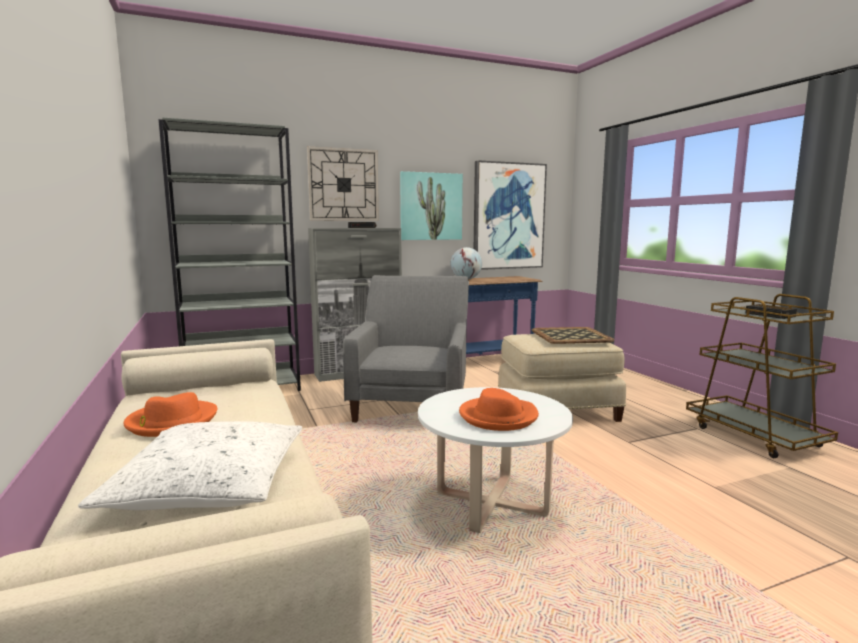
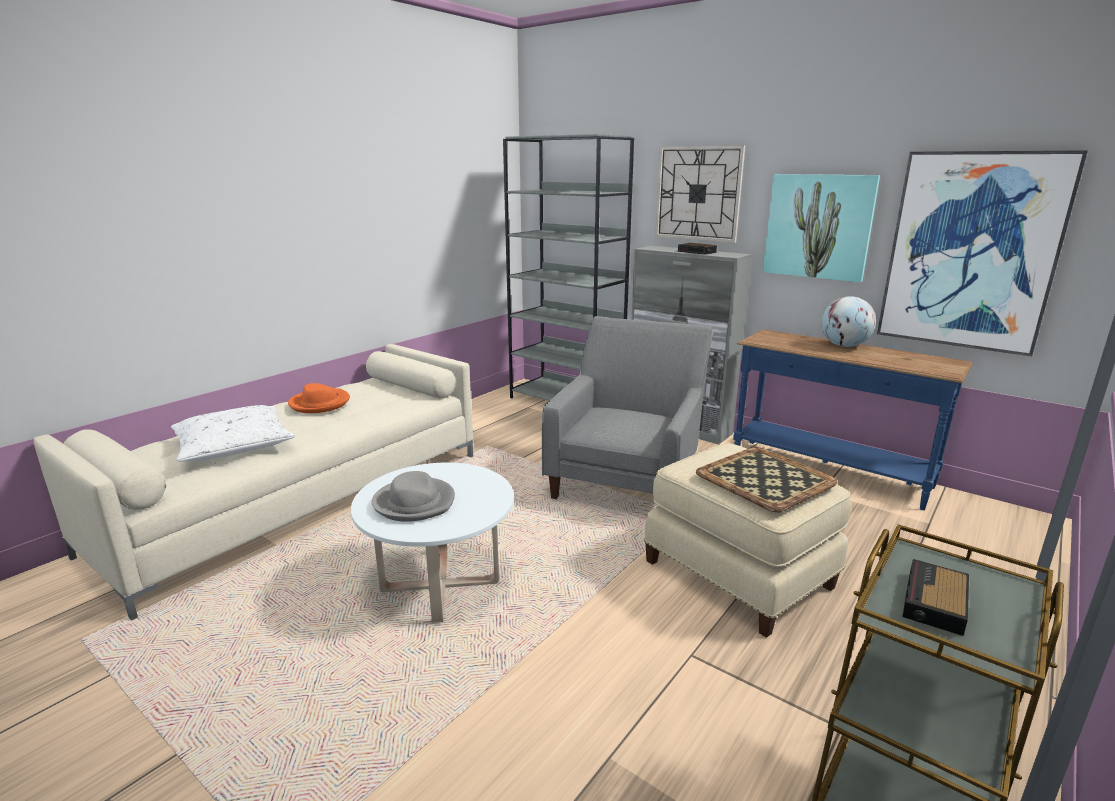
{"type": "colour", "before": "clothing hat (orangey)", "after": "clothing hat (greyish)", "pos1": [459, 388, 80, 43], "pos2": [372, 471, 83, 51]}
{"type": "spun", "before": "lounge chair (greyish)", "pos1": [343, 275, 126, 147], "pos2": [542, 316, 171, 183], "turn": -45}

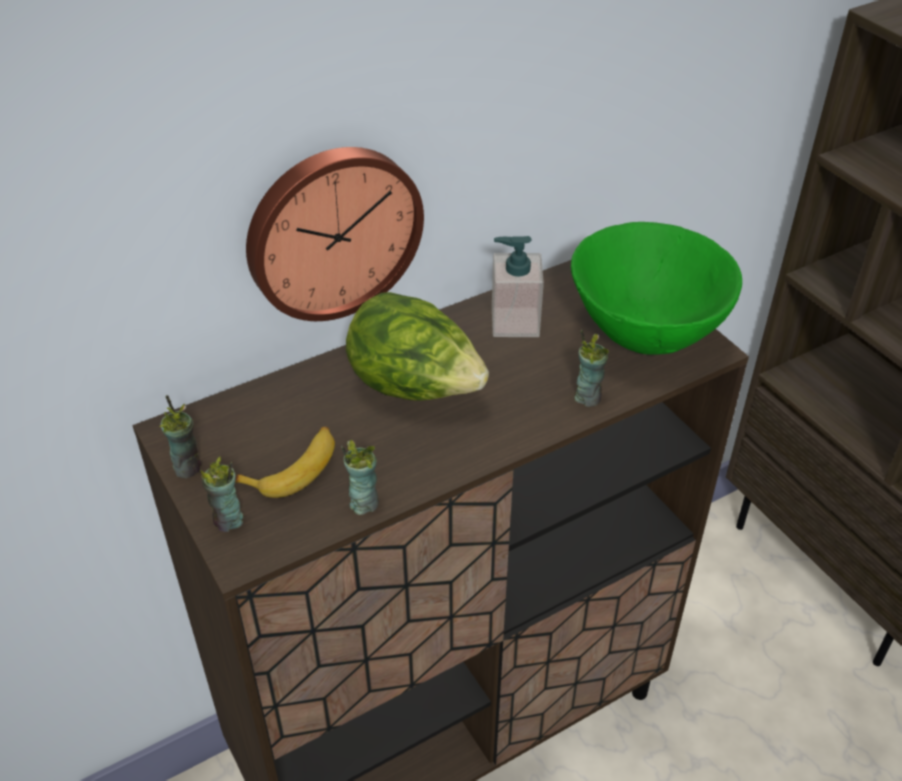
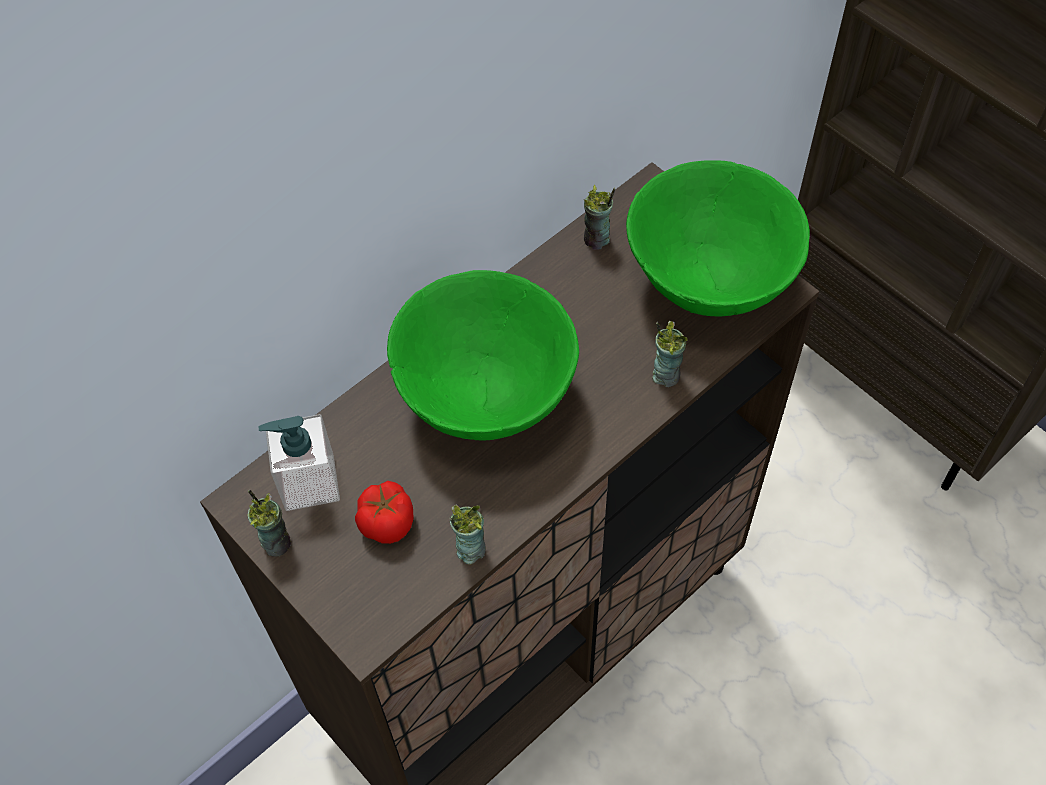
{"type": "missing", "before": "hanging clock", "pos1": [246, 147, 178, 174]}
{"type": "relocated", "before": "small cup", "pos1": [200, 457, 43, 75], "pos2": [584, 185, 31, 65]}
{"type": "relocated", "before": "liquid soap bottle", "pos1": [492, 236, 52, 101], "pos2": [258, 414, 82, 97]}
{"type": "exchanged", "before": "banana", "after": "fresh tomato", "pos1": [235, 427, 100, 71], "pos2": [355, 481, 58, 63]}
{"type": "exchanged", "before": "lettuce head", "after": "deep dish (green-coloured)", "pos1": [346, 292, 143, 109], "pos2": [387, 270, 192, 170]}

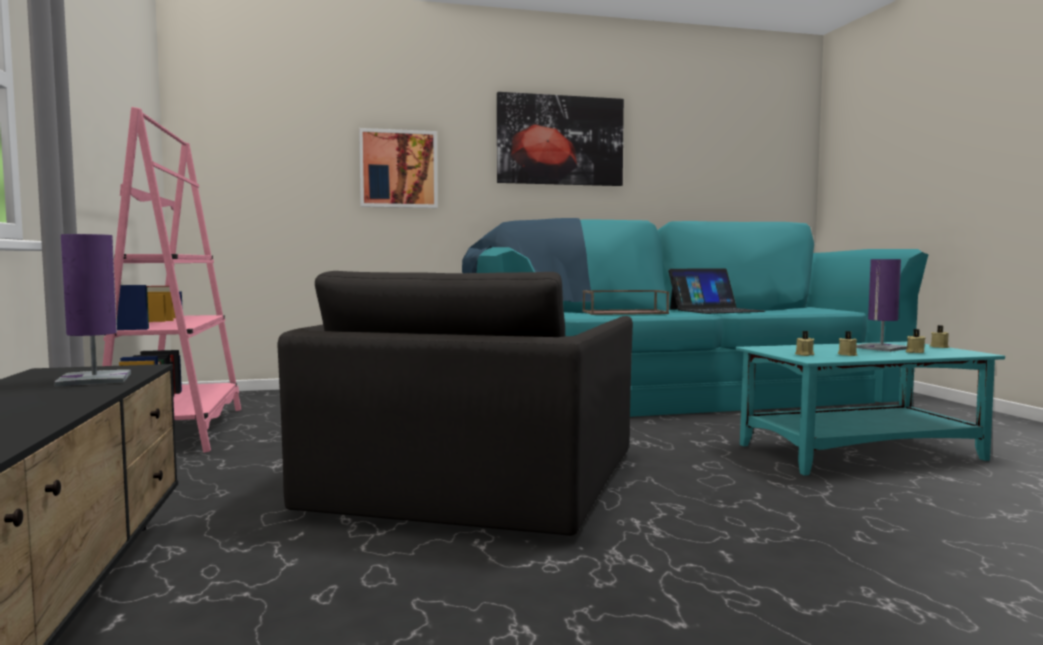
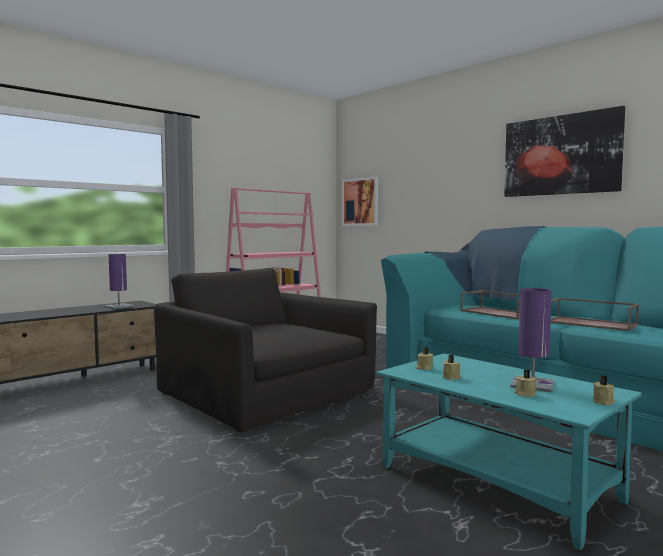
{"type": "relocated", "before": "picture", "pos1": [359, 128, 79, 80], "pos2": [342, 177, 36, 49]}
{"type": "exchanged", "before": "laptop", "after": "carrying tray (brown-coloured)", "pos1": [668, 268, 97, 46], "pos2": [550, 298, 89, 33]}
{"type": "spun", "before": "lounge chair (black)", "pos1": [277, 271, 356, 265], "pos2": [154, 268, 223, 164], "turn": 60}

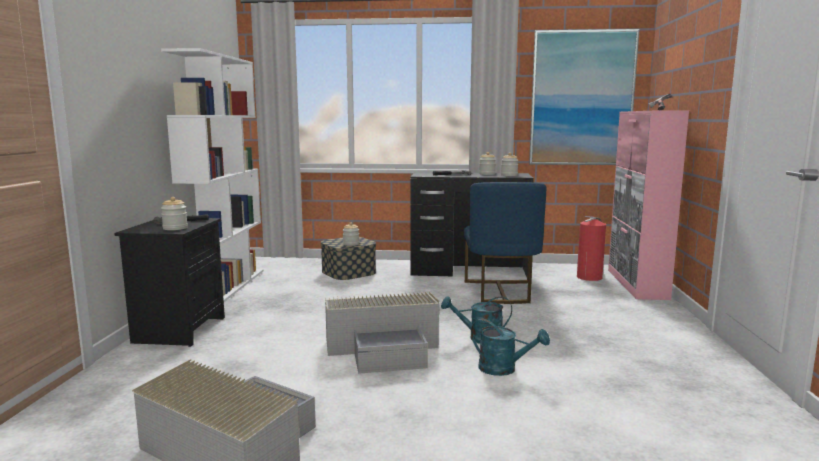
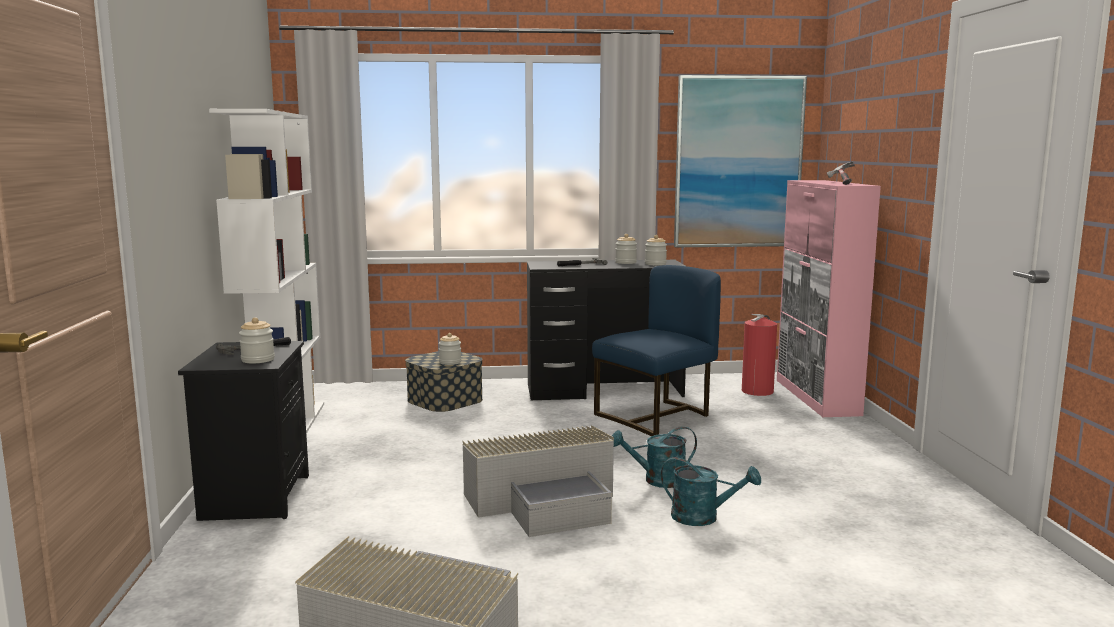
{"type": "spun", "before": "upright chair (blue-coloured)", "pos1": [464, 182, 83, 122], "pos2": [592, 265, 129, 171], "turn": -120}

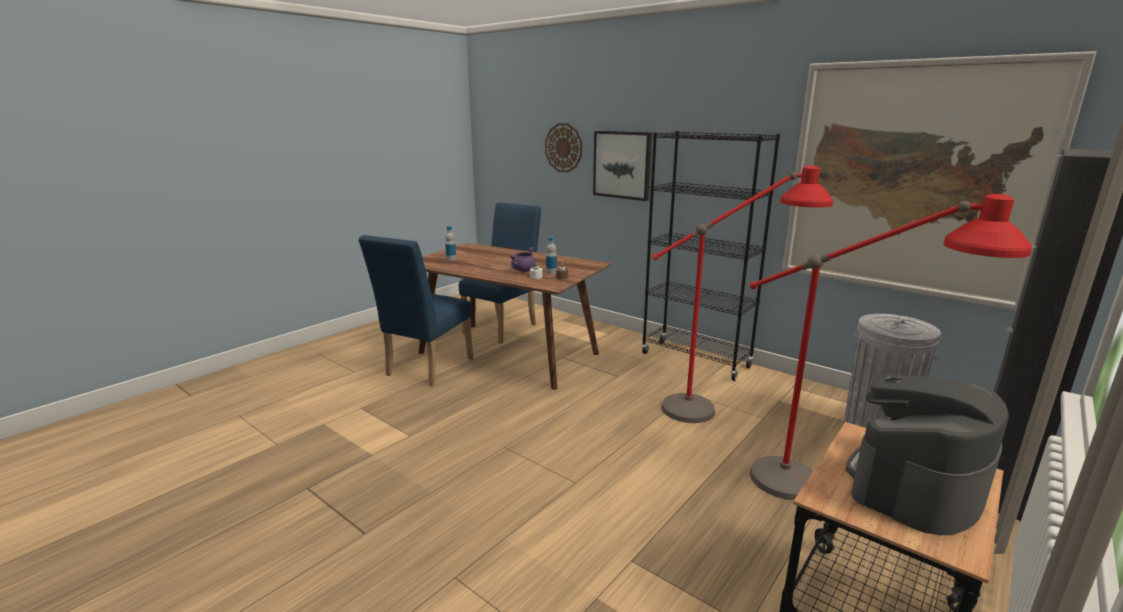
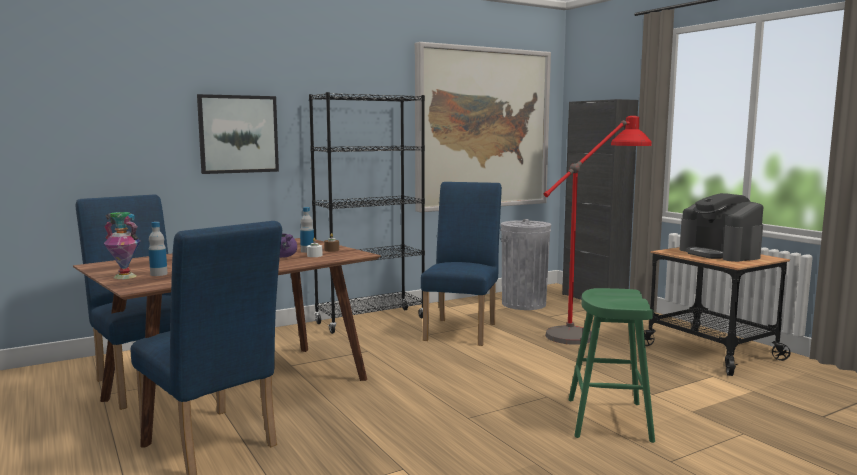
{"type": "missing", "before": "hanging clock", "pos1": [545, 123, 37, 50]}
{"type": "appeared", "after": "flower vase", "pos2": [104, 212, 37, 67]}
{"type": "appeared", "after": "stool (green-coloured)", "pos2": [568, 288, 87, 155]}
{"type": "exchanged", "before": "floor lamp (red-coloured)", "after": "upright chair (blue-coloured)", "pos1": [652, 166, 181, 257], "pos2": [421, 182, 81, 164]}

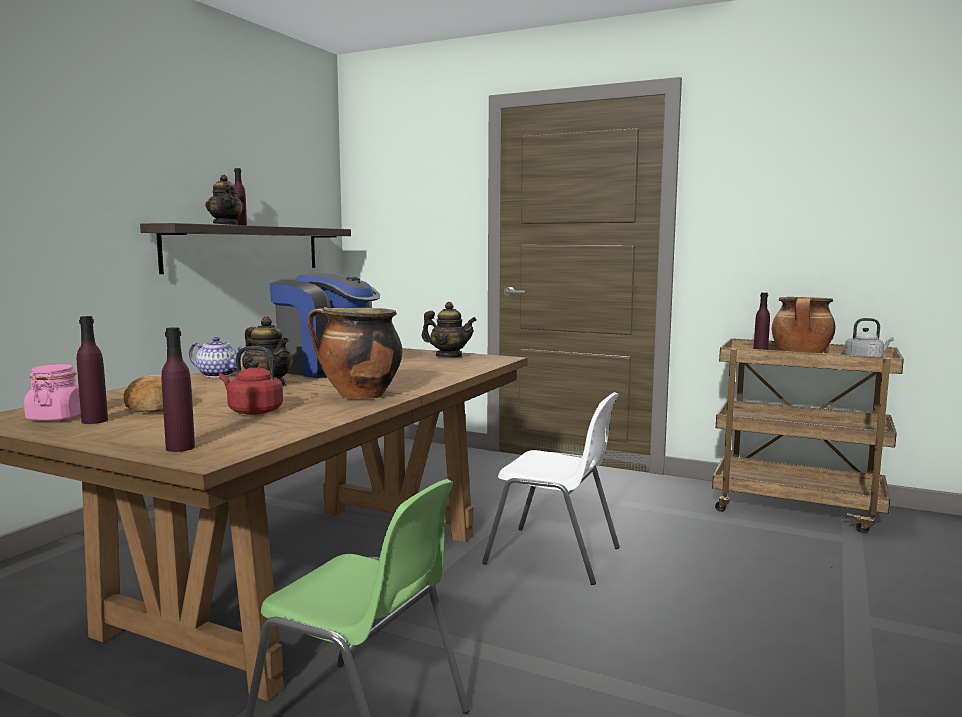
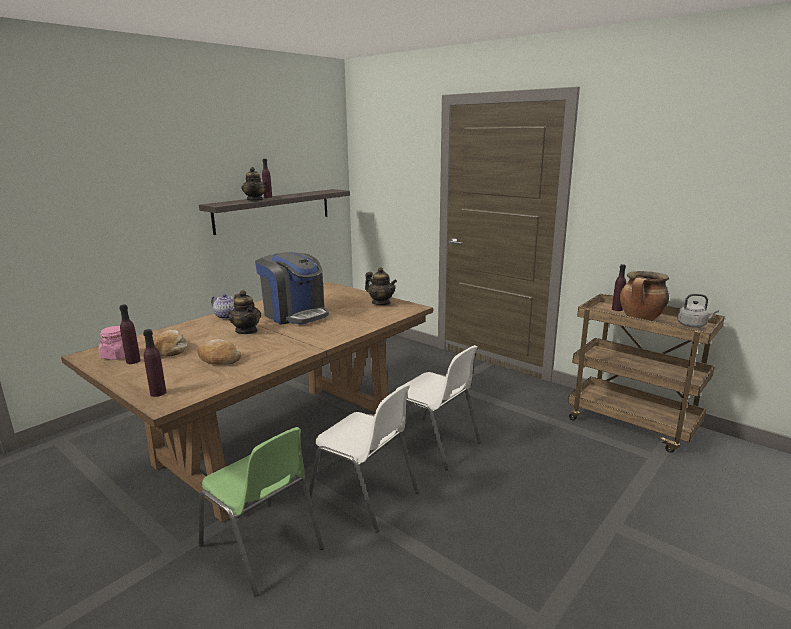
{"type": "missing", "before": "saucepot", "pos1": [307, 307, 95, 92]}
{"type": "appeared", "after": "upright chair (whitish)", "pos2": [309, 384, 110, 149]}
{"type": "exchanged", "before": "kettle (red-coloured)", "after": "bread", "pos1": [219, 346, 64, 69], "pos2": [198, 339, 43, 26]}

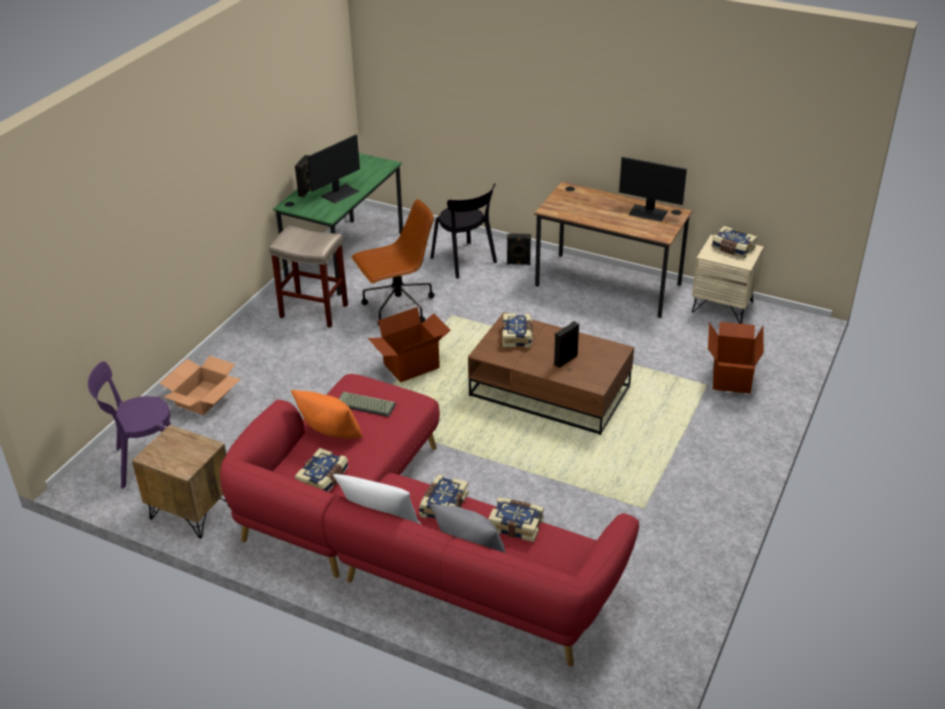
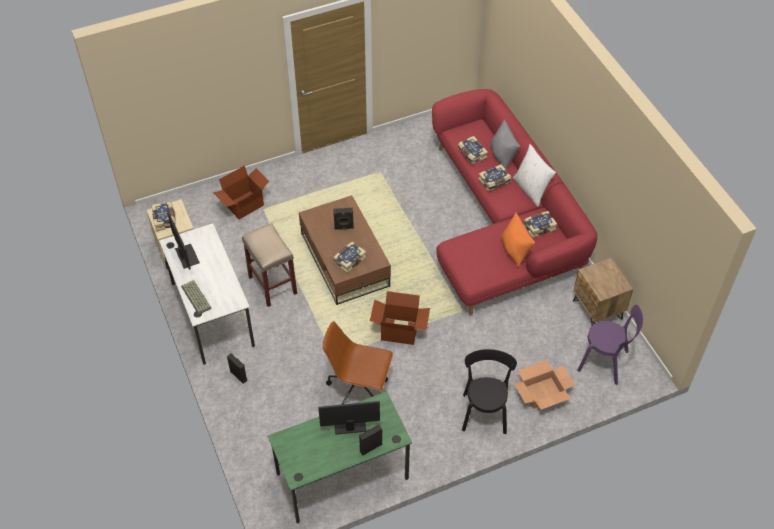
{"type": "relocated", "before": "stool (beige-coloured)", "pos1": [269, 225, 79, 103], "pos2": [242, 224, 55, 83]}
{"type": "relocated", "before": "computer keyboard", "pos1": [339, 392, 57, 25], "pos2": [181, 280, 30, 35]}
{"type": "relocated", "before": "upright chair (black)", "pos1": [431, 183, 66, 96], "pos2": [462, 349, 55, 85]}
{"type": "colour", "before": "desk table (brown-coloured)", "after": "desk table (whitish)", "pos1": [534, 182, 159, 136], "pos2": [159, 223, 96, 142]}

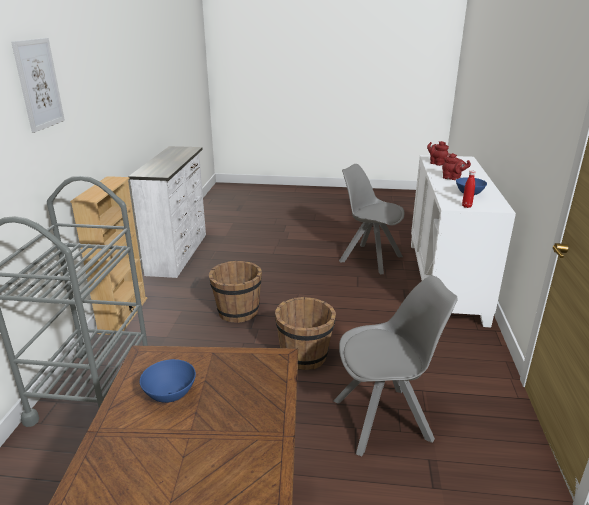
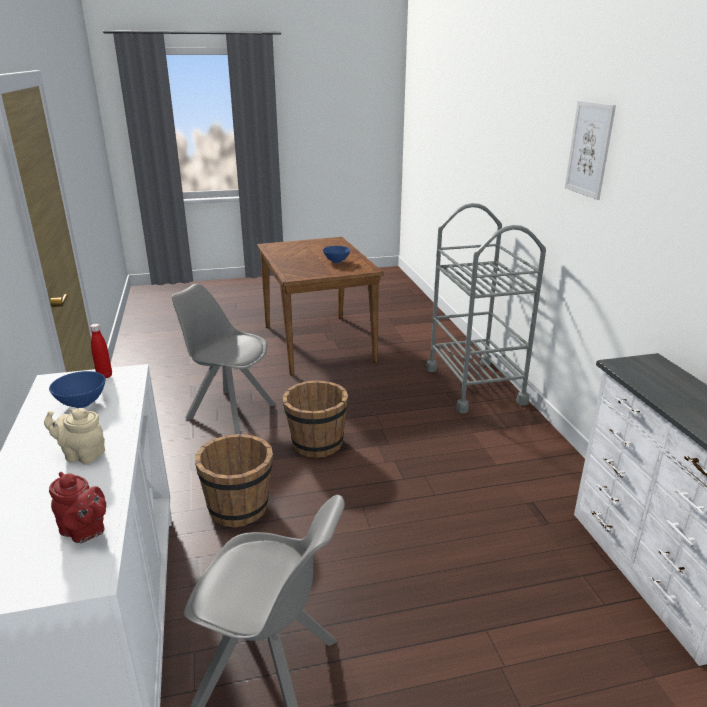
{"type": "missing", "before": "bookshelf (beige-coloured)", "pos1": [70, 176, 77, 159]}
{"type": "relocated", "before": "pail (brown-coloured)", "pos1": [209, 261, 53, 62], "pos2": [195, 434, 78, 94]}
{"type": "colour", "before": "pot for tea (red-coloured)", "after": "pot for tea (beige-coloured)", "pos1": [442, 153, 29, 27], "pos2": [44, 408, 61, 56]}
{"type": "spun", "before": "upright chair (greyish)", "pos1": [333, 276, 125, 180], "pos2": [172, 284, 104, 150], "turn": 60}

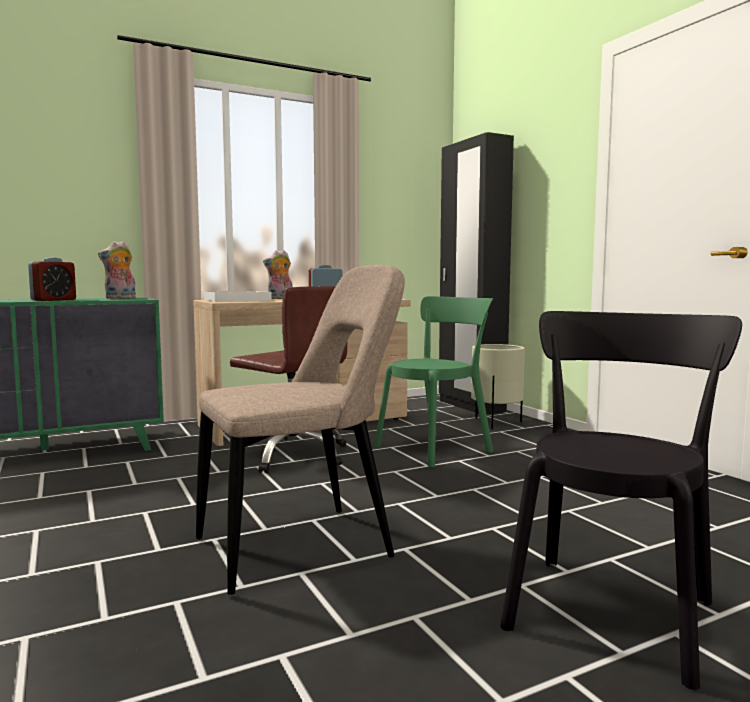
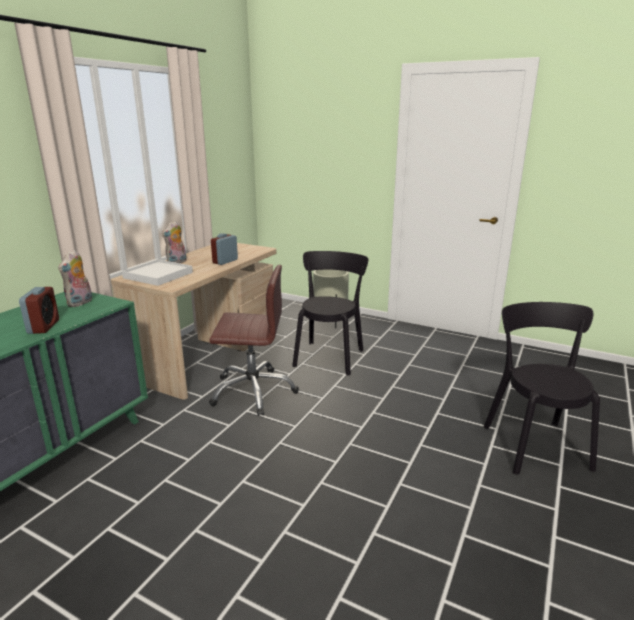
{"type": "missing", "before": "upright chair (beige-coloured)", "pos1": [196, 265, 209, 330]}
{"type": "missing", "before": "clothes cupboard (black)", "pos1": [439, 132, 75, 282]}
{"type": "colour", "before": "upright chair (green-coloured)", "after": "upright chair (black)", "pos1": [375, 296, 118, 172], "pos2": [292, 251, 76, 124]}

